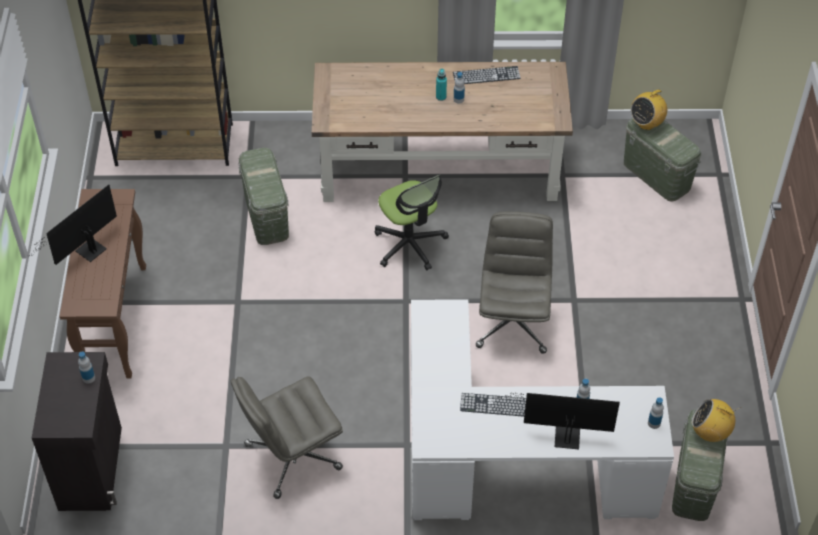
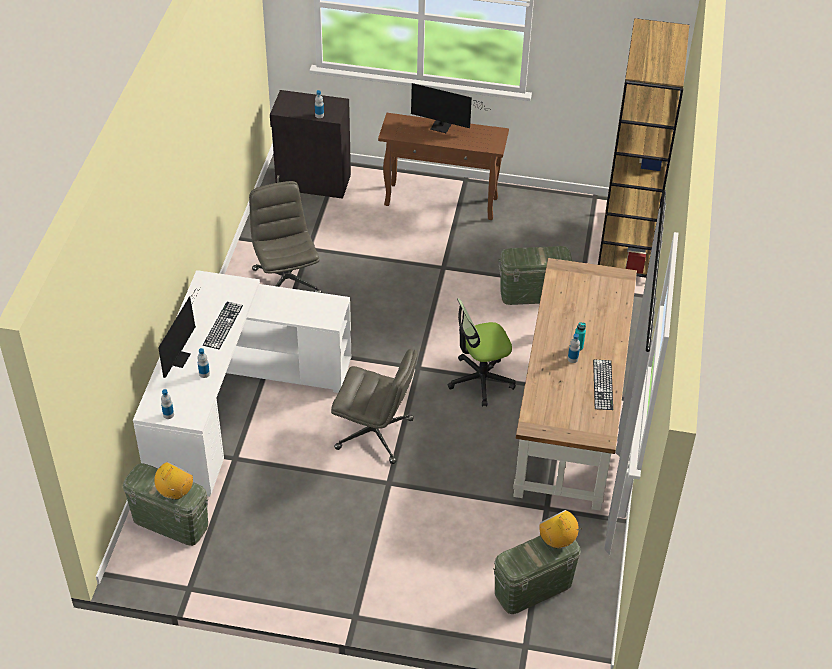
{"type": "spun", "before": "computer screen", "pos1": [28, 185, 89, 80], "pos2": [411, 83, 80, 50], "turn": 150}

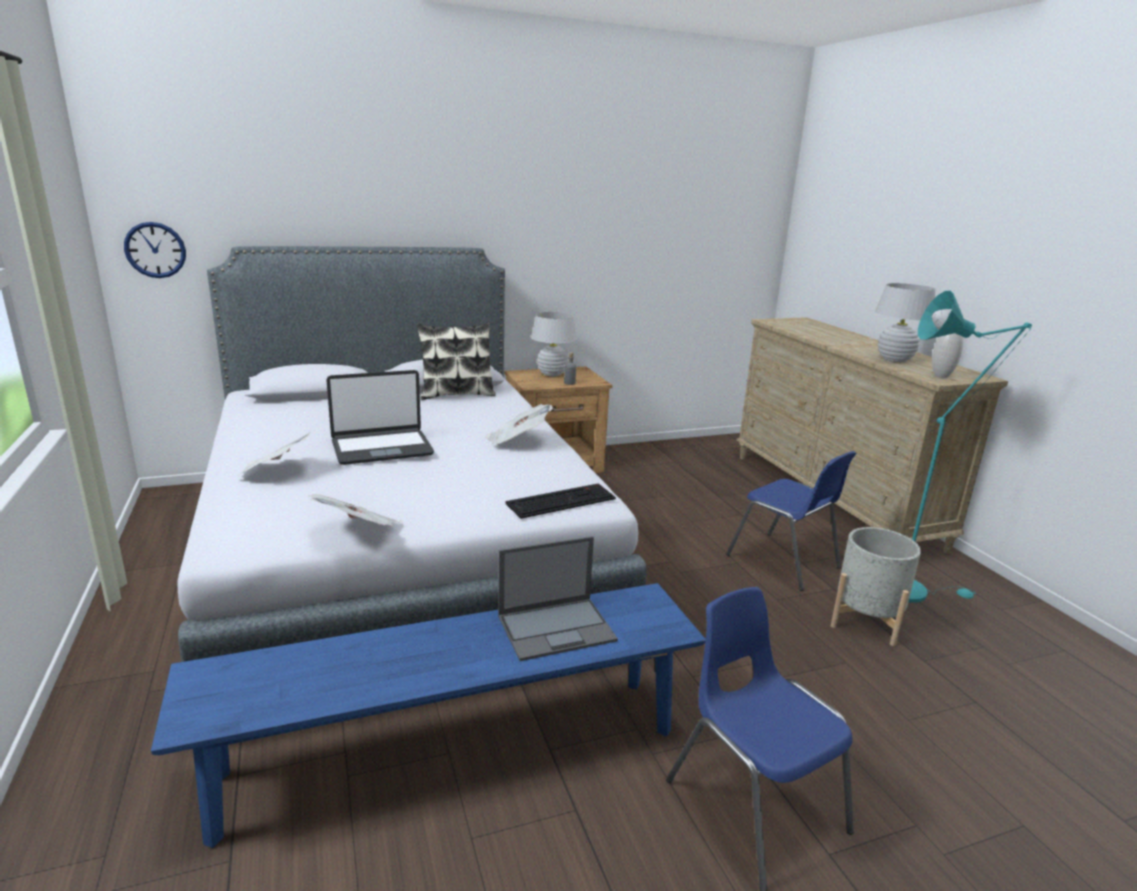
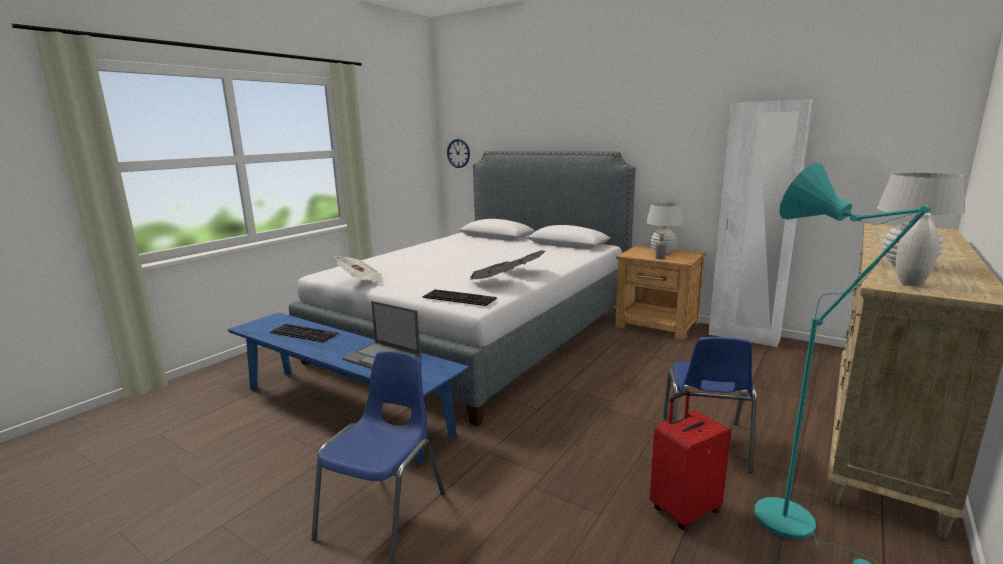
{"type": "missing", "before": "laptop", "pos1": [326, 370, 108, 95]}
{"type": "missing", "before": "throw pillow", "pos1": [416, 322, 80, 78]}
{"type": "appeared", "after": "computer keyboard", "pos2": [270, 324, 69, 19]}
{"type": "appeared", "after": "clothes cupboard (whitish)", "pos2": [709, 99, 104, 248]}
{"type": "relocated", "before": "printed paper", "pos1": [237, 432, 73, 44], "pos2": [470, 261, 46, 19]}
{"type": "exchanged", "before": "plant pot (greyish)", "after": "piece of luggage (red-coloured)", "pos1": [831, 527, 90, 119], "pos2": [650, 390, 81, 140]}

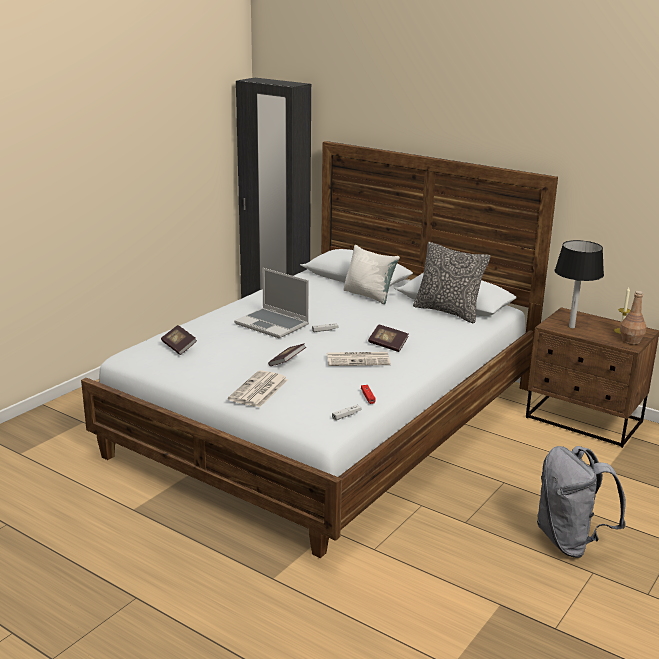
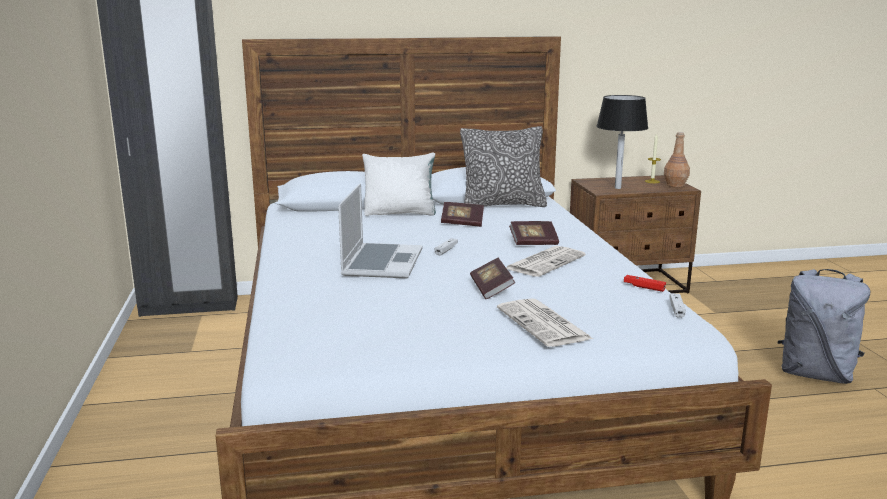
{"type": "relocated", "before": "book", "pos1": [161, 325, 36, 30], "pos2": [441, 202, 43, 25]}
{"type": "spun", "before": "laptop", "pos1": [234, 268, 75, 70], "pos2": [338, 183, 84, 95], "turn": -75}

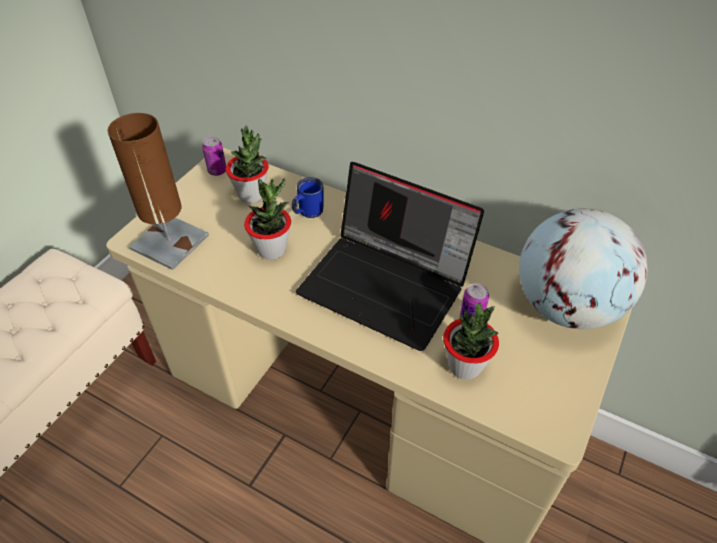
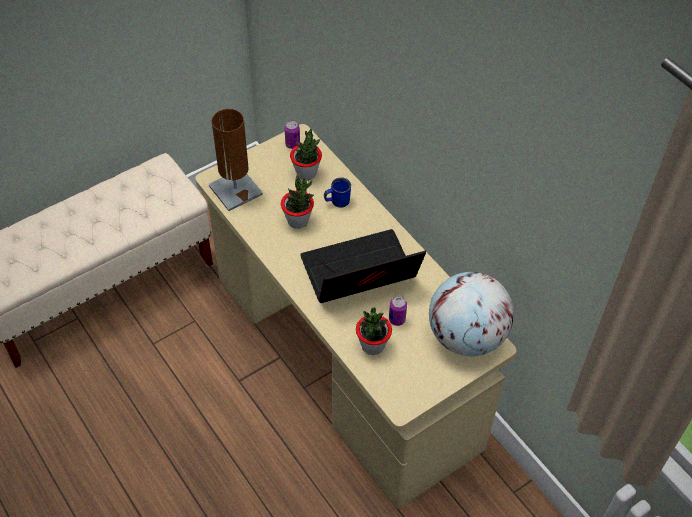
{"type": "spun", "before": "laptop", "pos1": [296, 162, 188, 189], "pos2": [300, 229, 126, 74], "turn": 105}

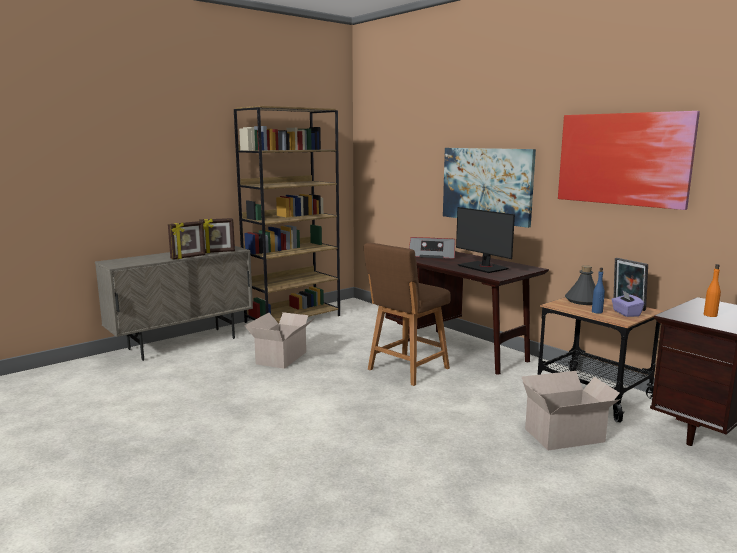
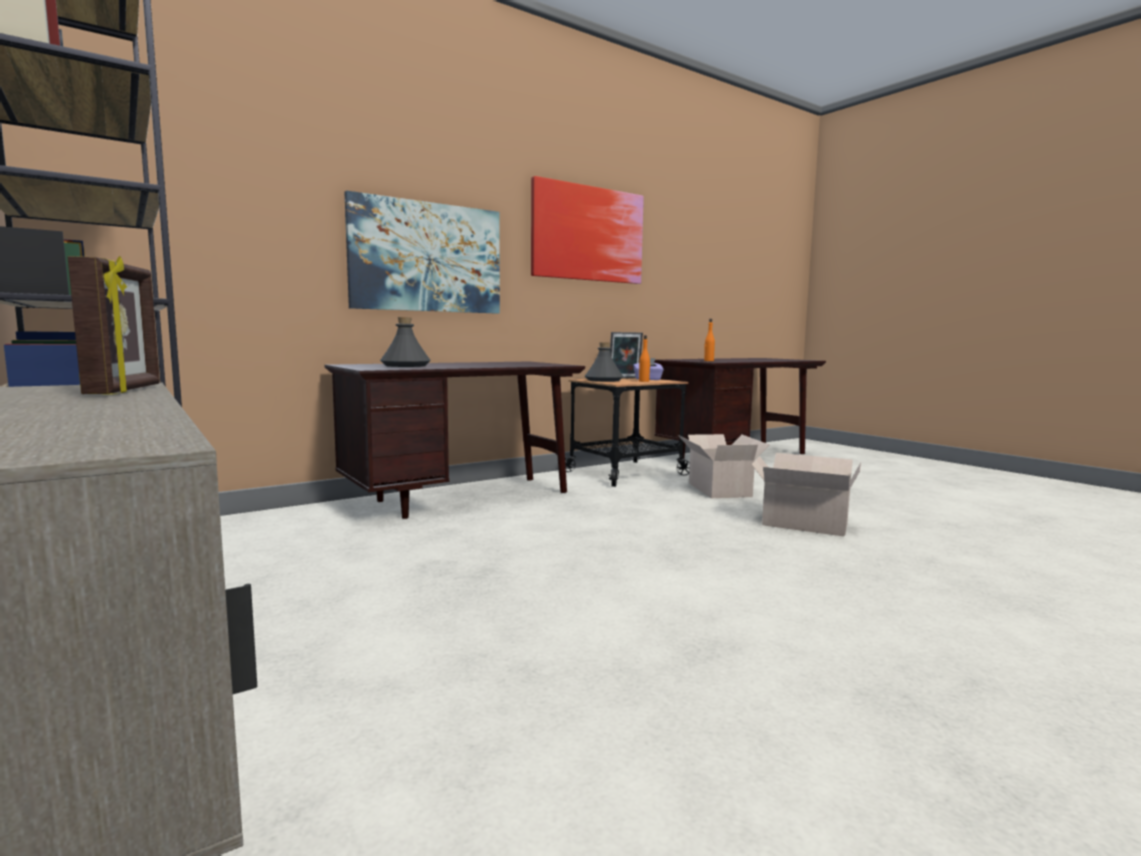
{"type": "missing", "before": "picture frame", "pos1": [168, 221, 37, 38]}
{"type": "missing", "before": "stool (brown-coloured)", "pos1": [364, 243, 86, 143]}
{"type": "missing", "before": "computer screen", "pos1": [456, 207, 59, 66]}
{"type": "relocated", "before": "packing box", "pos1": [244, 312, 69, 57], "pos2": [751, 453, 110, 83]}
{"type": "exchanged", "before": "radio", "after": "bottle (greyish)", "pos1": [409, 237, 46, 22], "pos2": [380, 317, 51, 50]}
{"type": "colour", "before": "bottle (blue-coloured)", "after": "bottle (orangey)", "pos1": [592, 268, 13, 46], "pos2": [639, 335, 11, 47]}

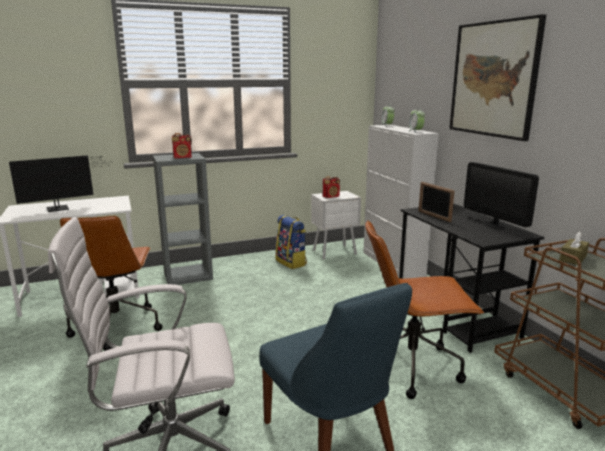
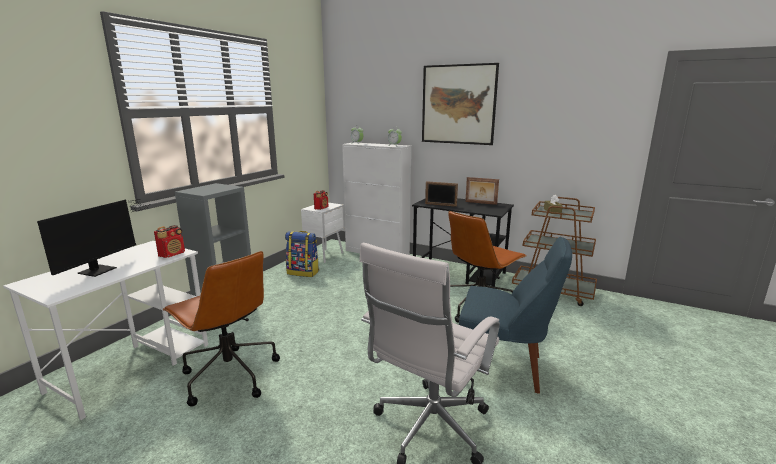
{"type": "relocated", "before": "radio", "pos1": [172, 133, 20, 25], "pos2": [154, 225, 31, 33]}
{"type": "exchanged", "before": "computer screen", "after": "picture frame", "pos1": [464, 162, 75, 67], "pos2": [465, 177, 34, 28]}

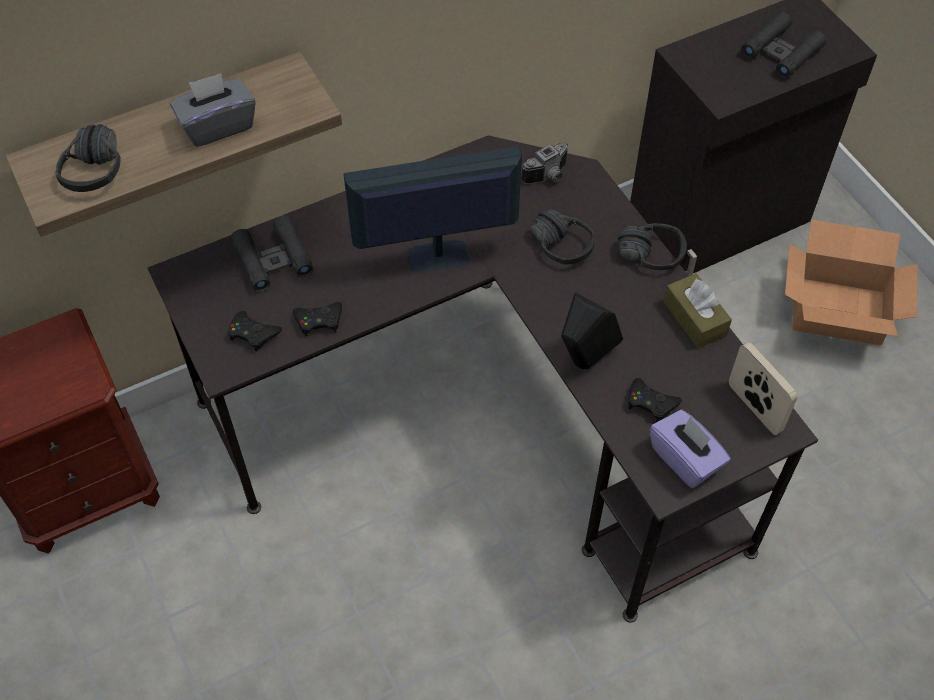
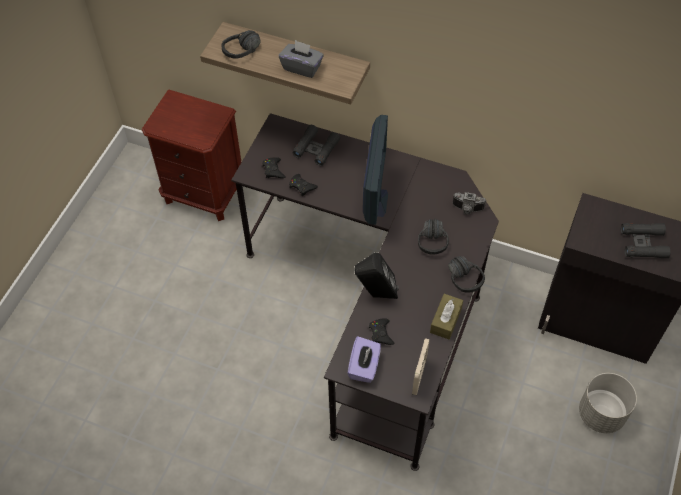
{"type": "exchanged", "before": "packing box", "after": "plant pot (greyish)", "pos1": [785, 220, 133, 125], "pos2": [579, 373, 58, 60]}
{"type": "spun", "before": "computer screen", "pos1": [343, 146, 179, 127], "pos2": [363, 115, 25, 110], "turn": 60}

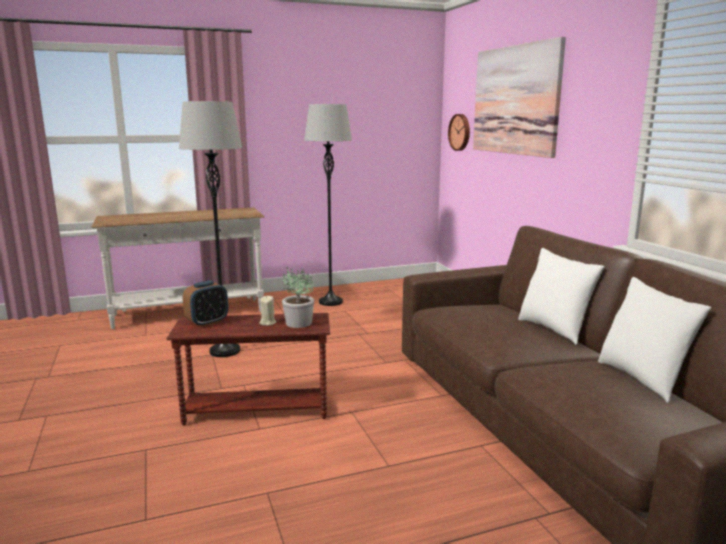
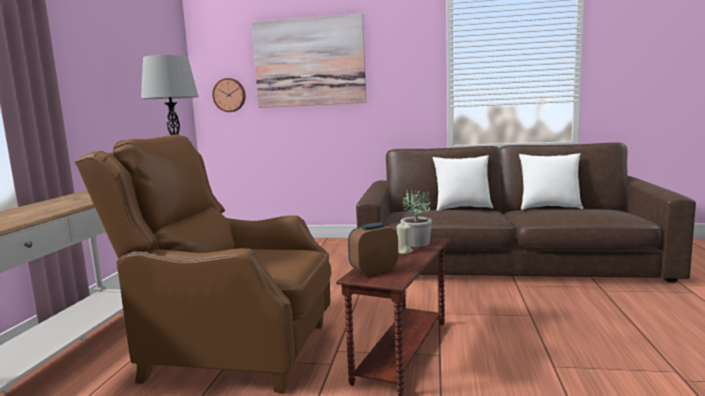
{"type": "exchanged", "before": "floor lamp (greyish)", "after": "lounge chair (brown-coloured)", "pos1": [179, 101, 63, 256], "pos2": [74, 135, 257, 258]}
{"type": "spun", "before": "alarm clock", "pos1": [183, 280, 45, 47], "pos2": [348, 222, 50, 54], "turn": -105}

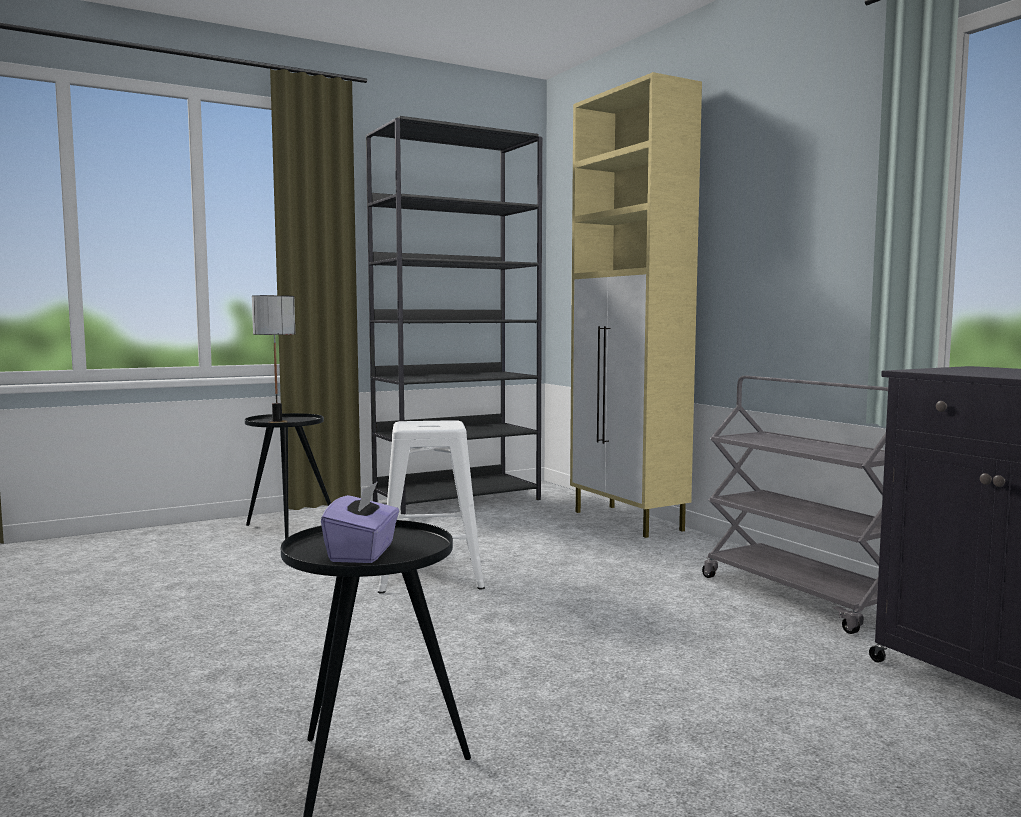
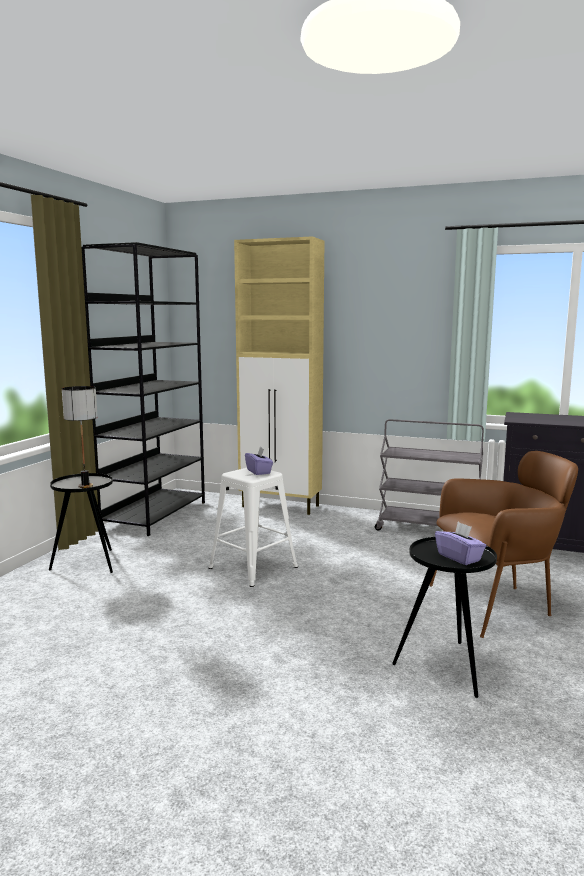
{"type": "appeared", "after": "tissue box (purple-coloured)", "pos2": [245, 447, 28, 28]}
{"type": "appeared", "after": "lounge chair (brown-coloured)", "pos2": [429, 451, 149, 187]}

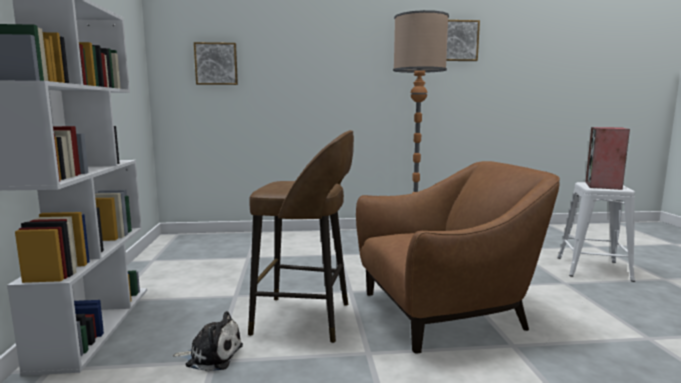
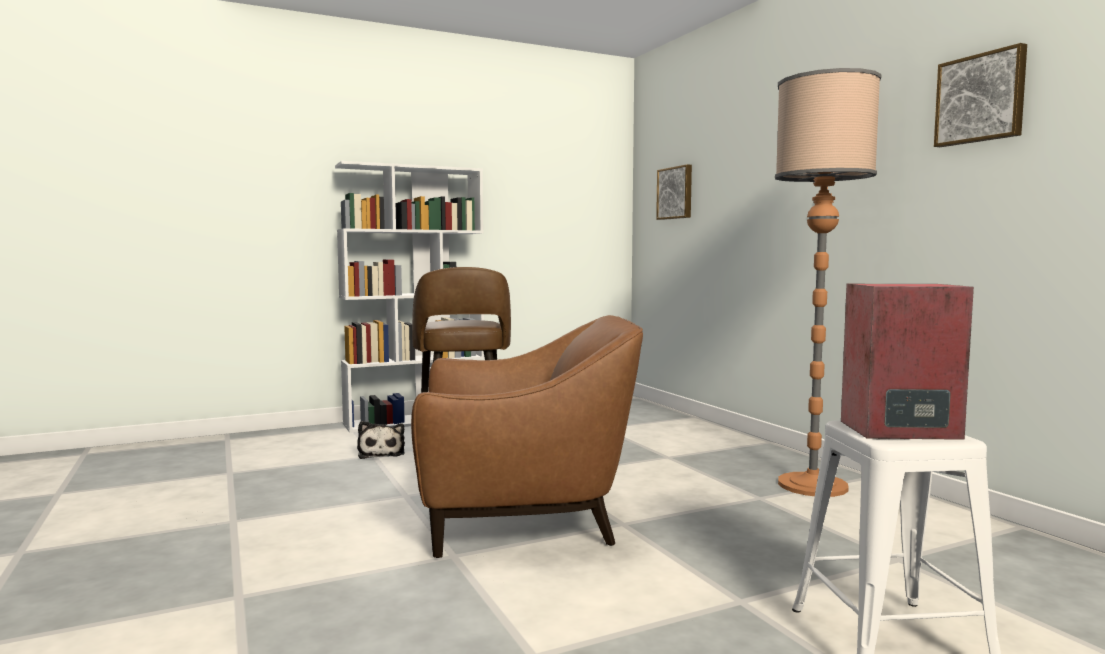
{"type": "spun", "before": "lounge chair (brown-coloured)", "pos1": [356, 161, 204, 193], "pos2": [411, 315, 232, 243], "turn": -60}

